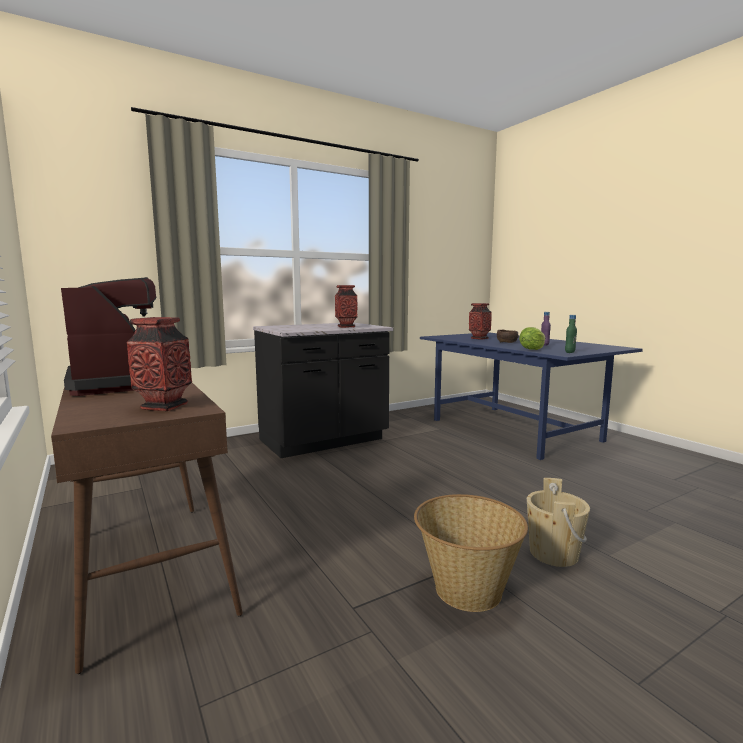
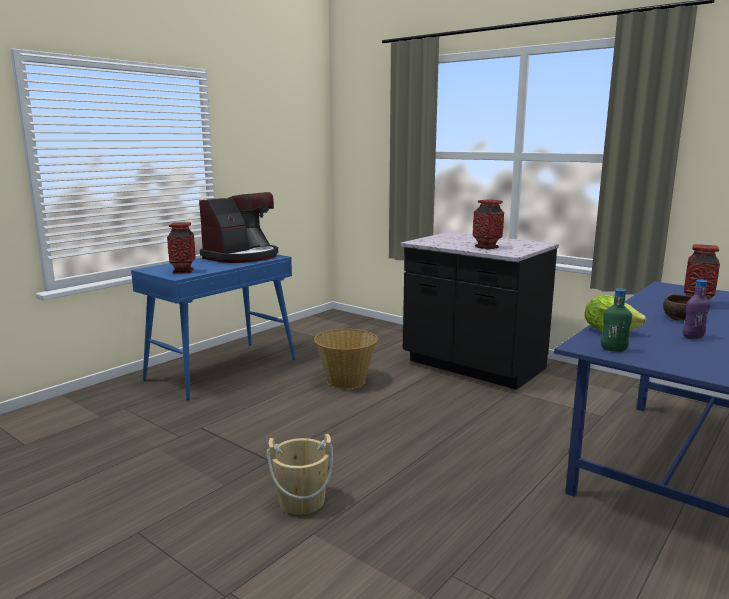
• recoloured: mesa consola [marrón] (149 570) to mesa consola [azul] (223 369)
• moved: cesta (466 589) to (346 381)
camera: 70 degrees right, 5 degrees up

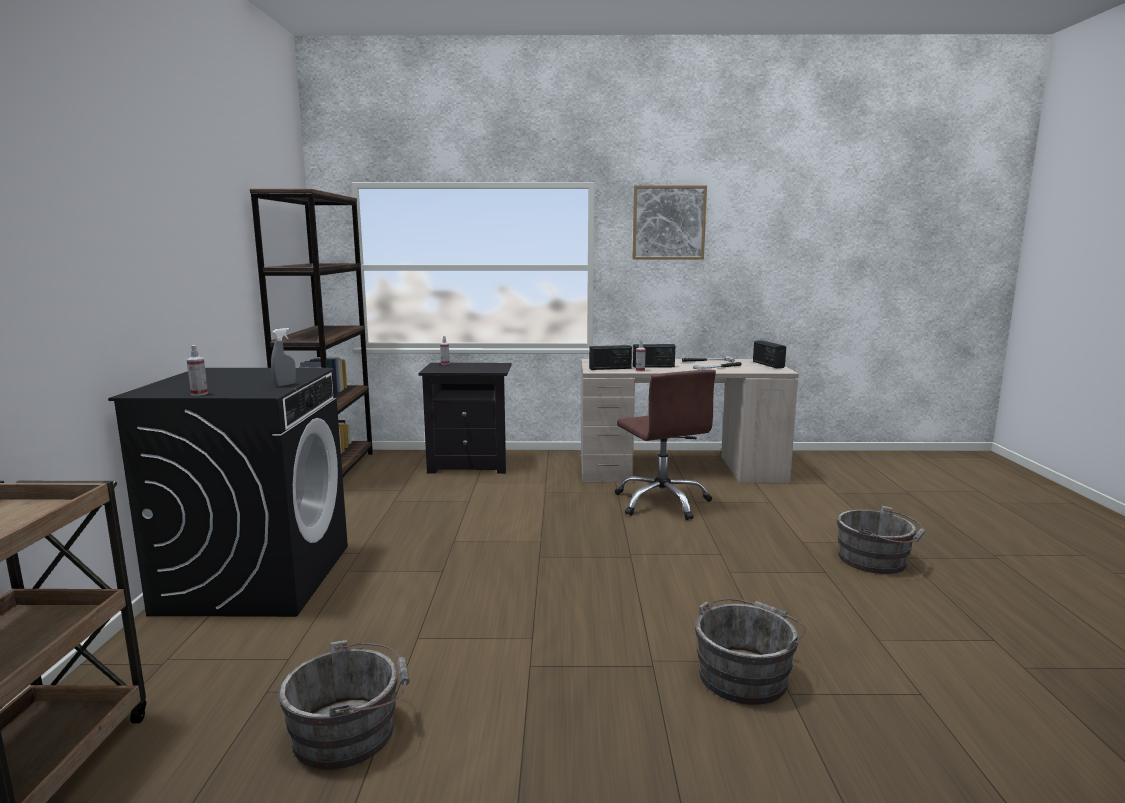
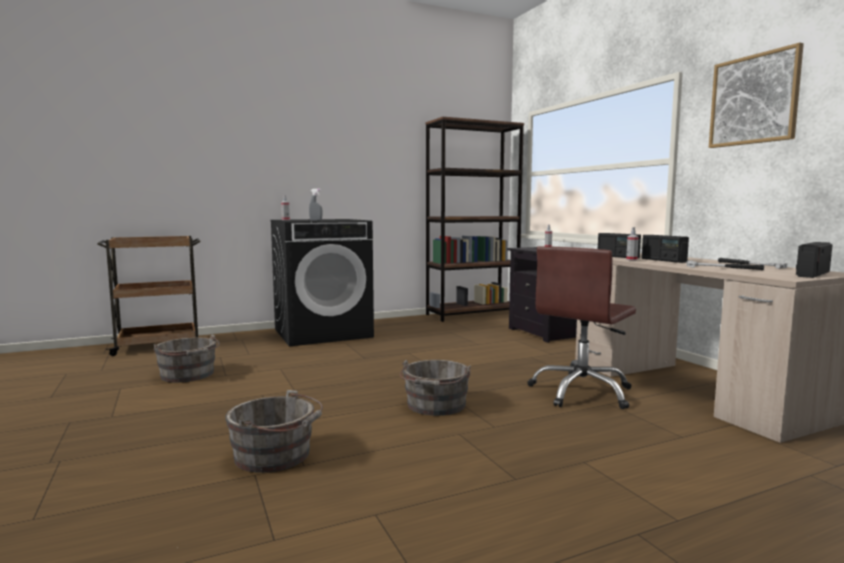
• moved: cubo [gris] (876 561) to (435 406)
camera: 65 degrees right, 5 degrees down

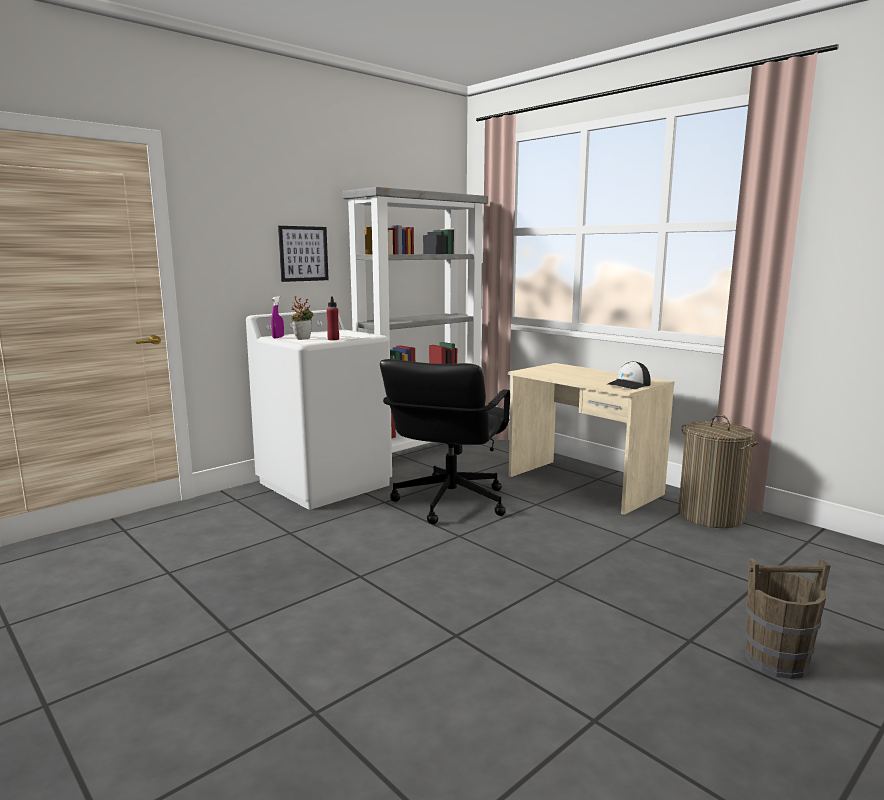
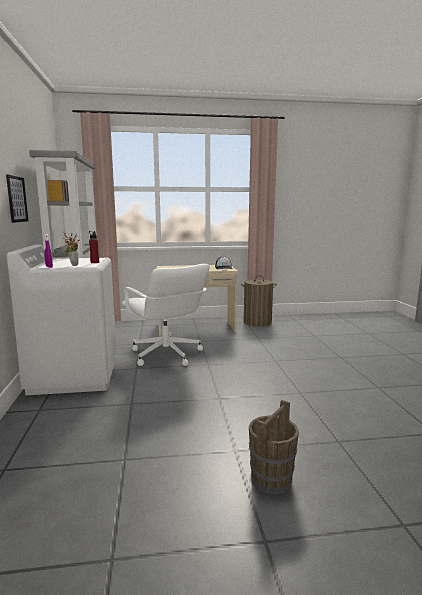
• recoloured: silla de oficina [negro] (449 502) to silla de oficina [blanco] (166 355)
• moved: cubo [marrón] (777 660) to (271 479)
camera: 55 degrees left, 0 degrees up

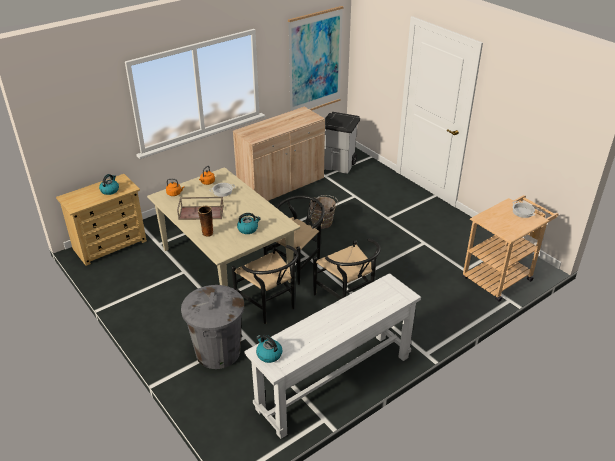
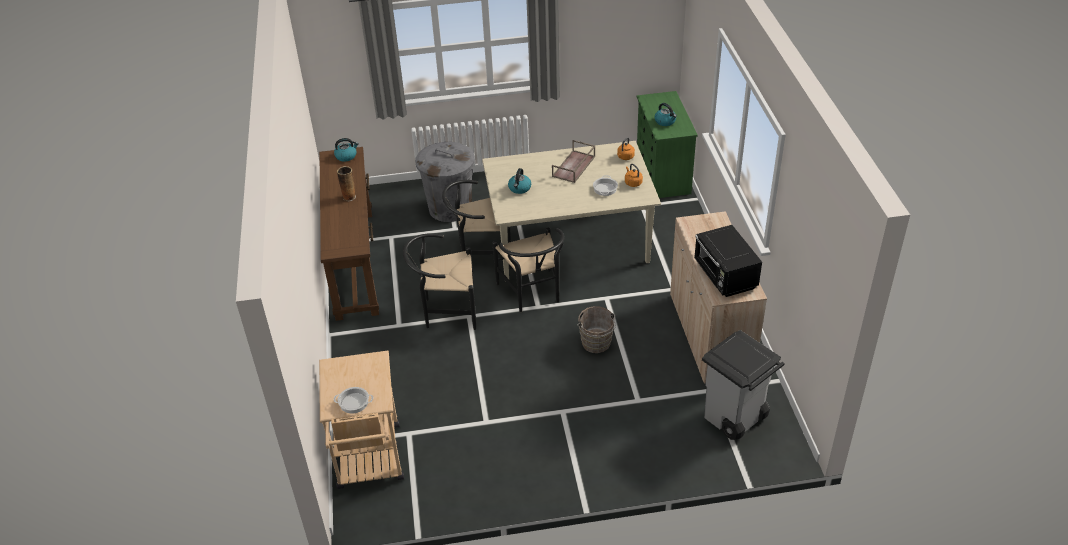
• removed: cuadro (315 62)
• recoloured: cómoda [beis] (110 244) to cómoda [verde] (663 175)
• moved: florero (207 233) to (349 197)
• recoloured: mesa consola [blanco] (334 382) to mesa consola [marrón] (355 263)
• added: microondas [negro] (725 276)
camera: 120 degrees right, 5 degrees up

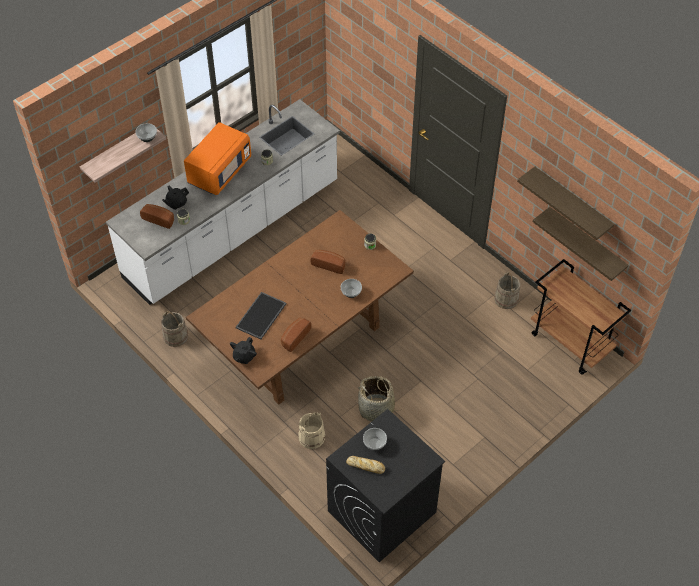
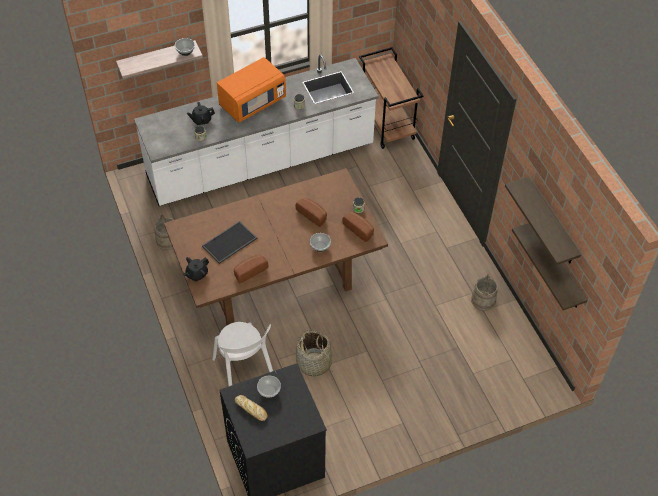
• moved: pan (159 219) to (359 229)
• moved: carrito [marrón] (571 343) to (387 125)
• replaced: cubo [beis] (312 437) to silla [blanco] (244 369)
camera: 20 degrees right, 0 degrees up

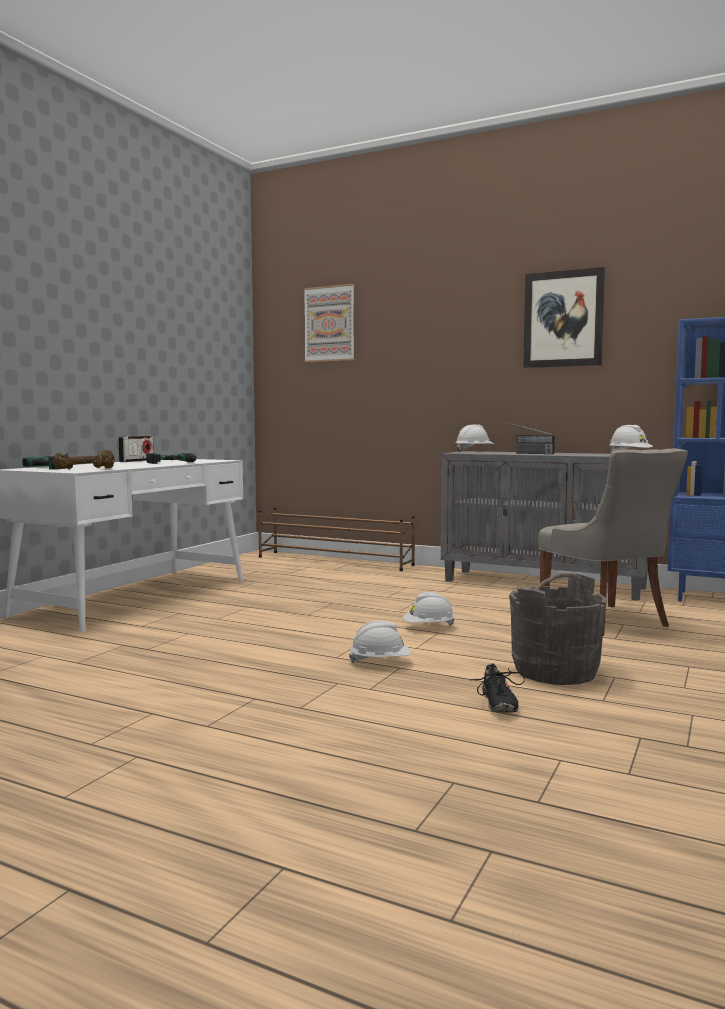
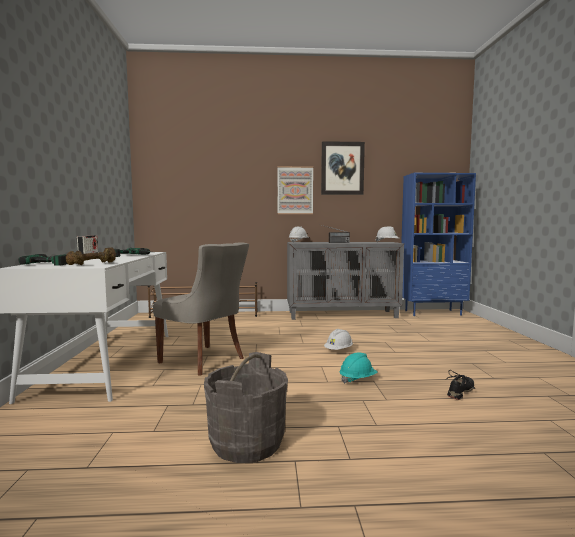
• moved: cuadro (329 324) to (295 190)
• moved: silla [gris] (606 621) to (204 360)
• moved: cubo [gris] (555 671) to (246 442)
• recoloured: casco [blanco] (380 662) to casco [turquesa] (357 379)
• turned: zapato [negro] (497 704) = (461 392) 105 degrees counterclockwise
camera: 30 degrees left, 0 degrees up

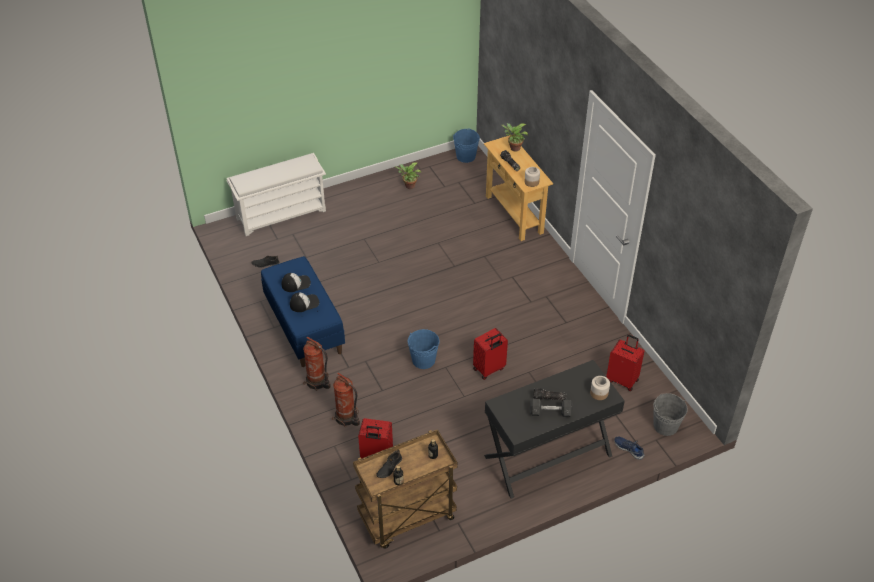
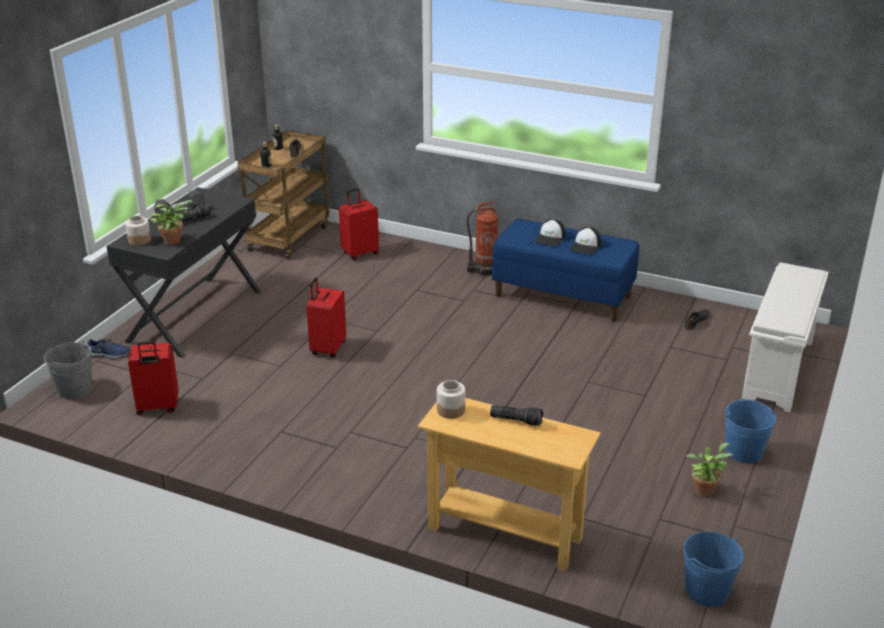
• moved: planta en maceta (513 148) to (174 240)
• moved: cubo [azul] (423 360) to (744 452)
• removed: extintor (346 418)
camera: 140 degrees right, 15 degrees down

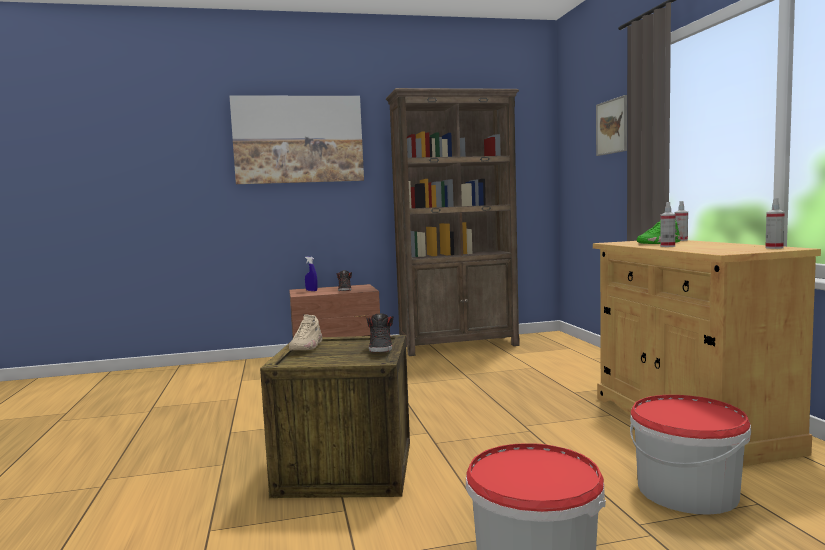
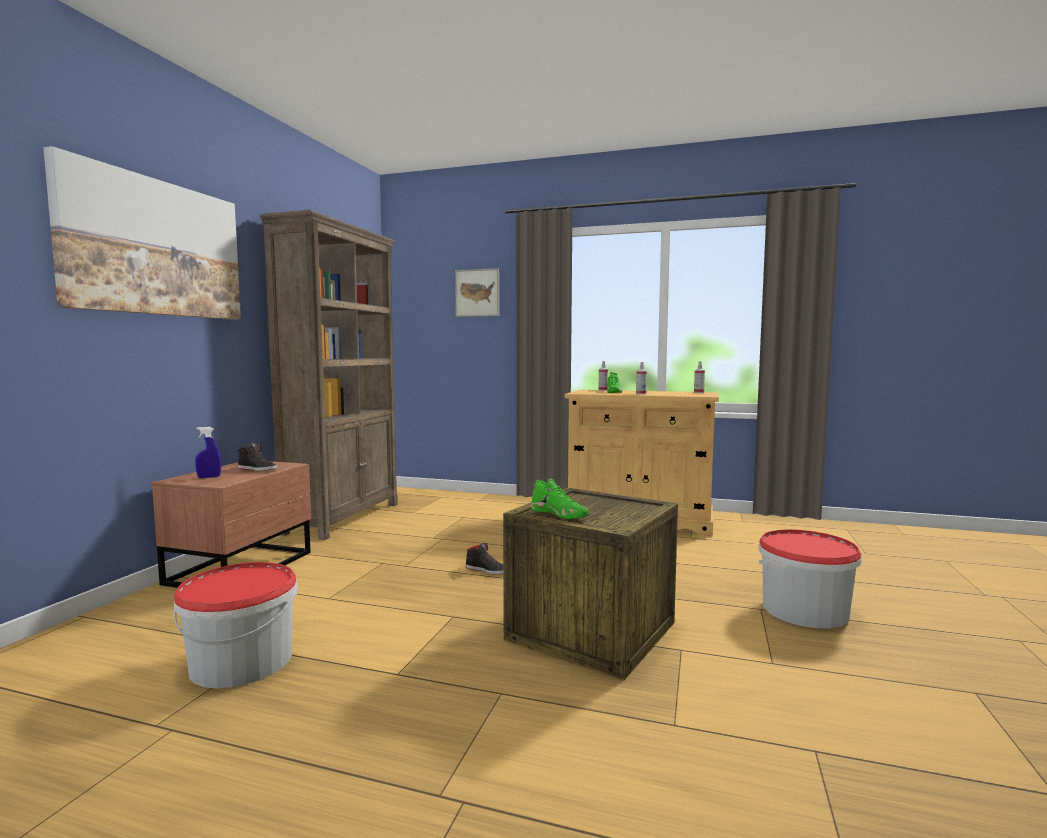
• moved: zapato [negro] (381 348) to (487 570)
• recoloured: zapato [beis] (307 346) to zapato [verde] (559 514)
• moved: cubo (687 490) to (241 661)
camera: 60 degrees left, 0 degrees up

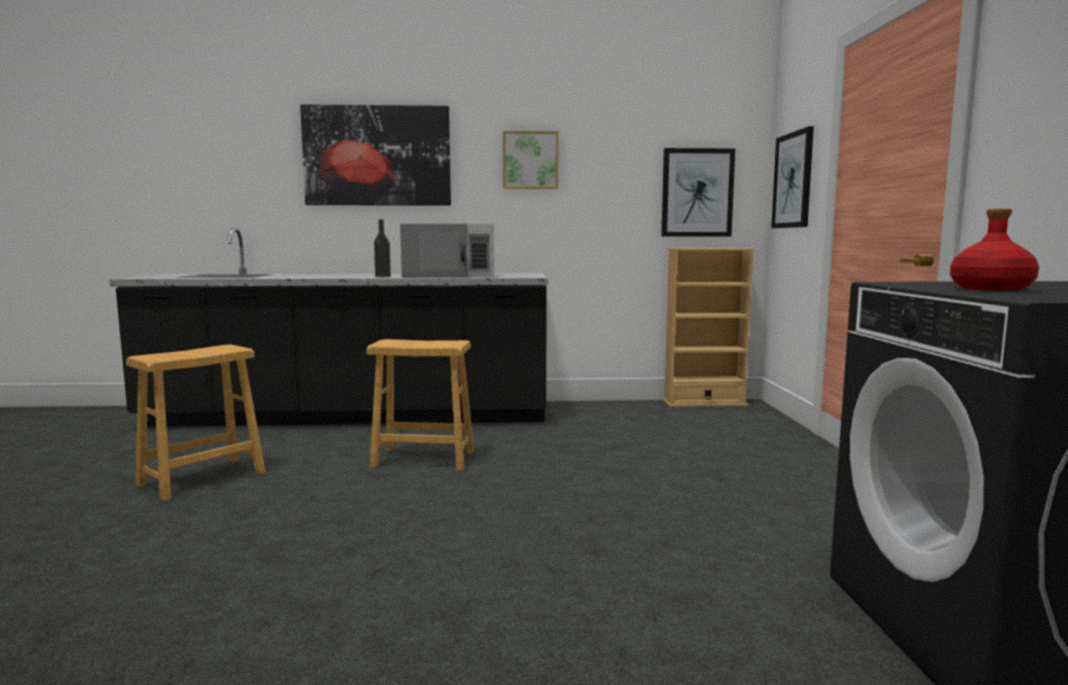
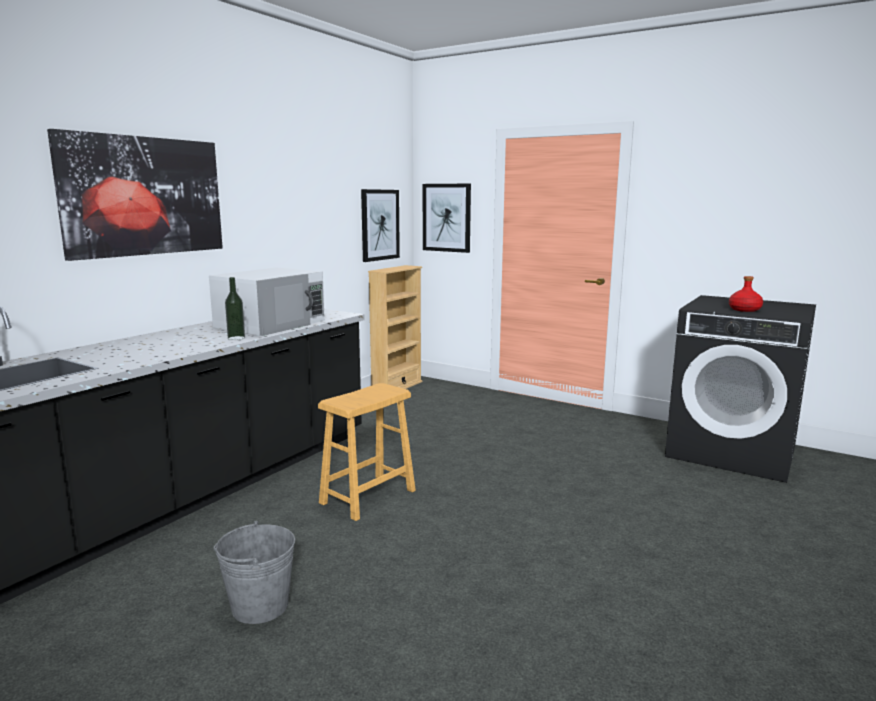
• removed: cuadro (530 160)
• replaced: taburete [marrón] (202 478) to cubo [gris] (260 606)
camera: 55 degrees left, 5 degrees up

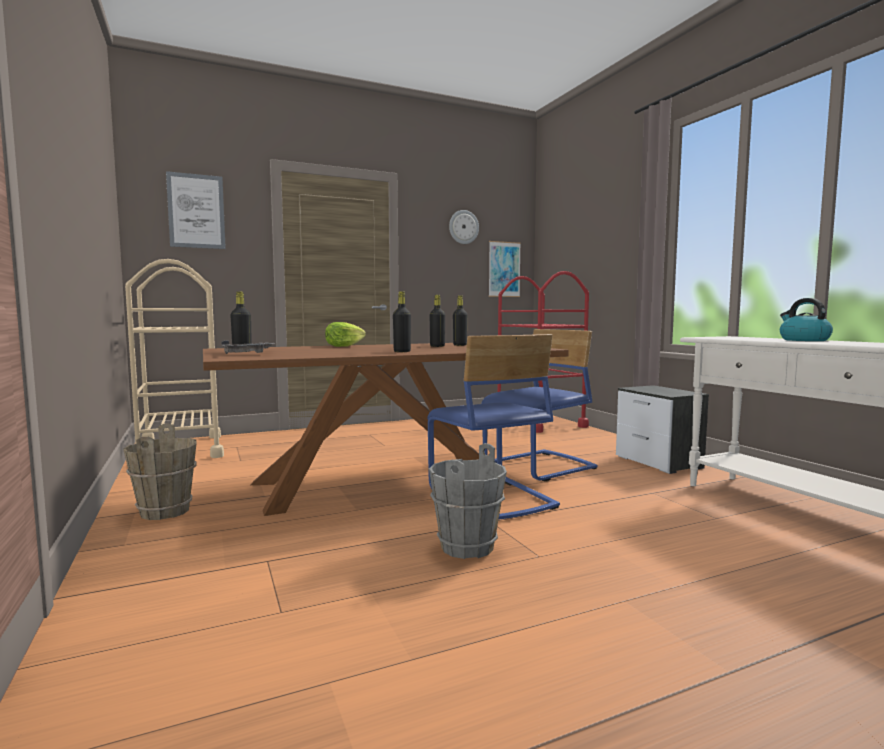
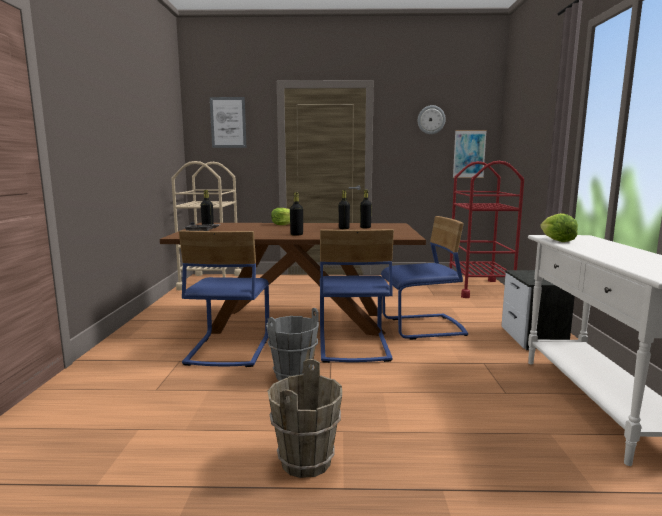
• removed: hervidor (803 340)
• moved: cubo [marrón] (165 511) to (306 461)
• added: lechuga (556 240)
• added: silla [azul] (228 349)
camera: 25 degrees right, 5 degrees up

